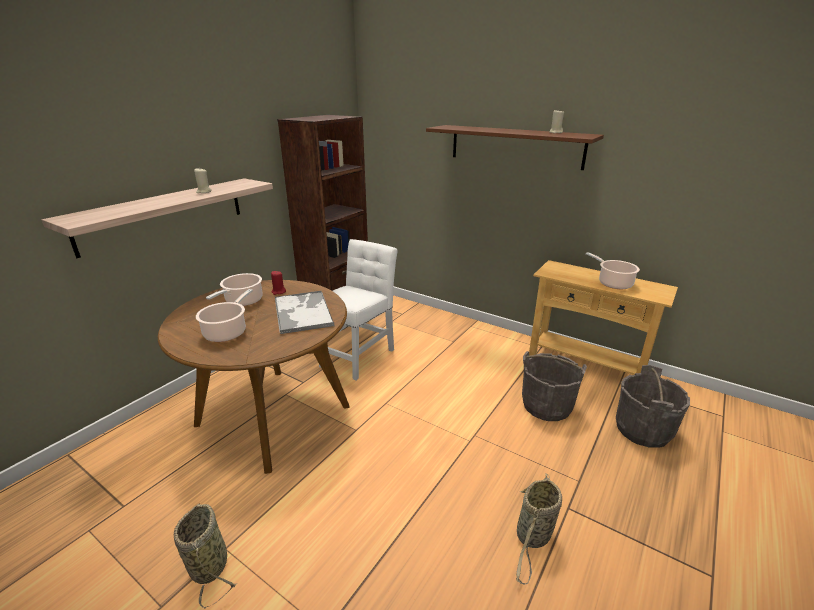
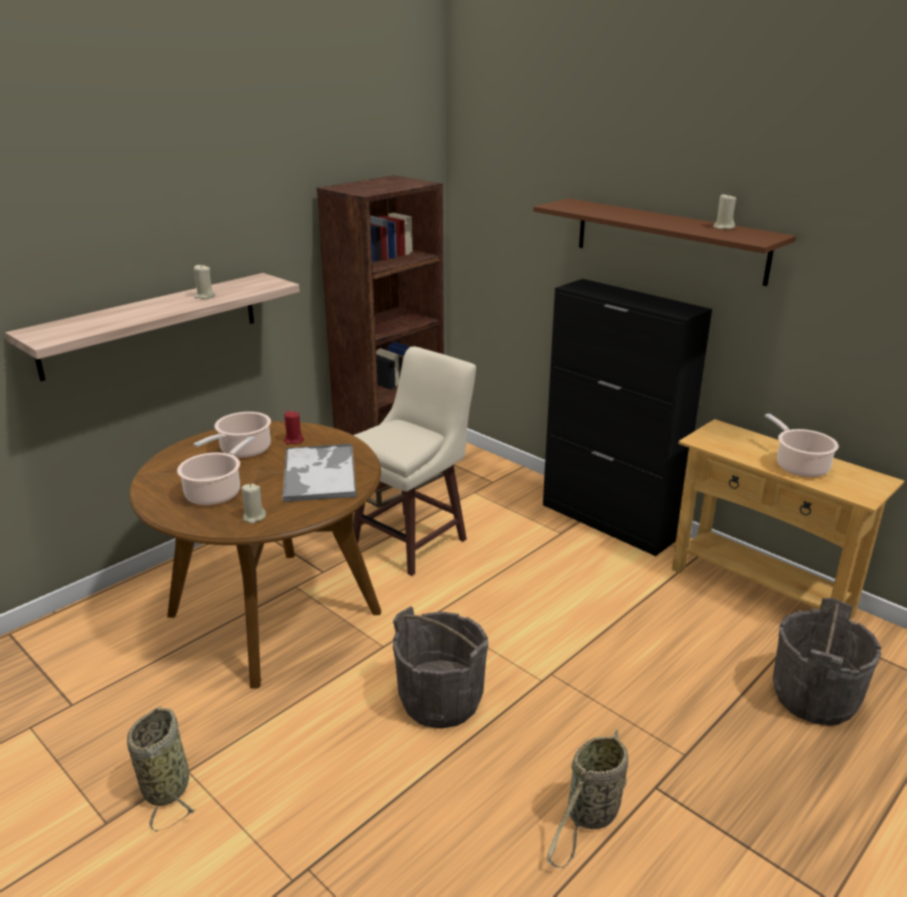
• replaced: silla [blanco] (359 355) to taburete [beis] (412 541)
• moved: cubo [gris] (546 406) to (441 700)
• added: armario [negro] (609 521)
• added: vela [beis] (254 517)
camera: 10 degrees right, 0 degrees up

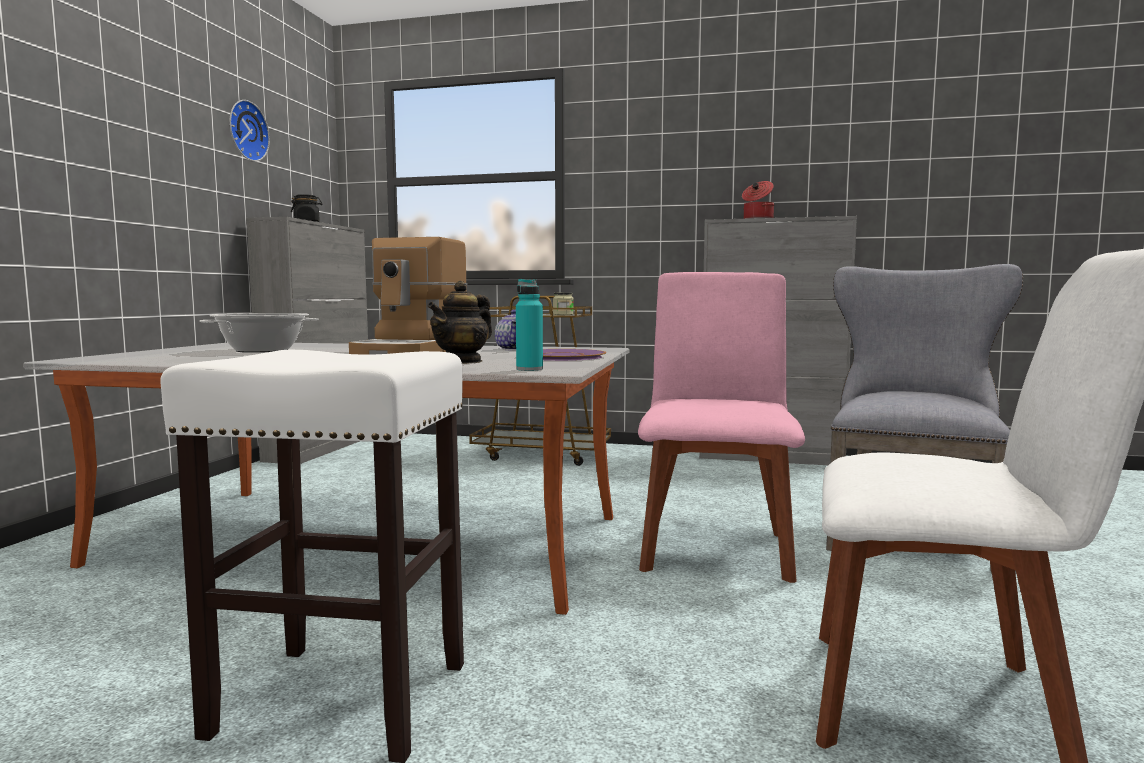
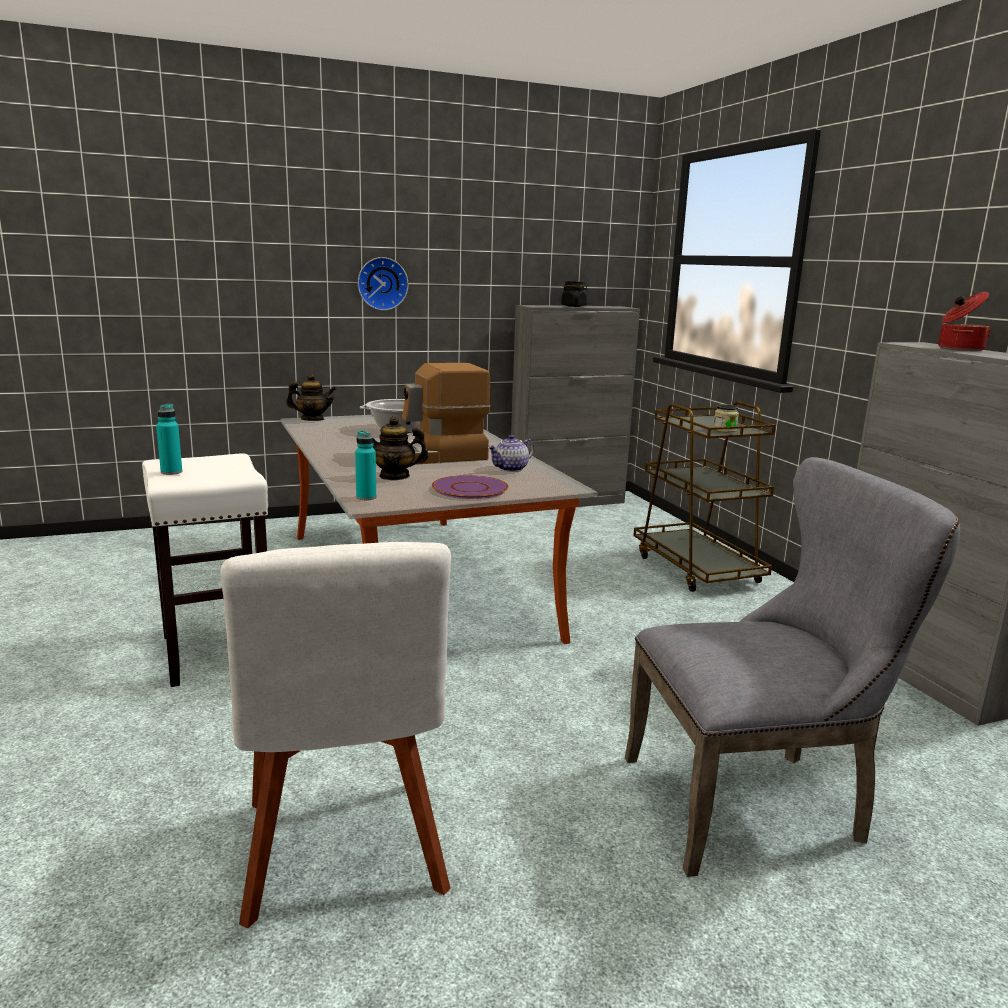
• moved: reloj de pared (245 131) to (382 283)
• removed: silla [rosa] (715 548)
• added: tetera (312 419)
• added: botella [turquesa] (171 472)
camera: 55 degrees right, 10 degrees up

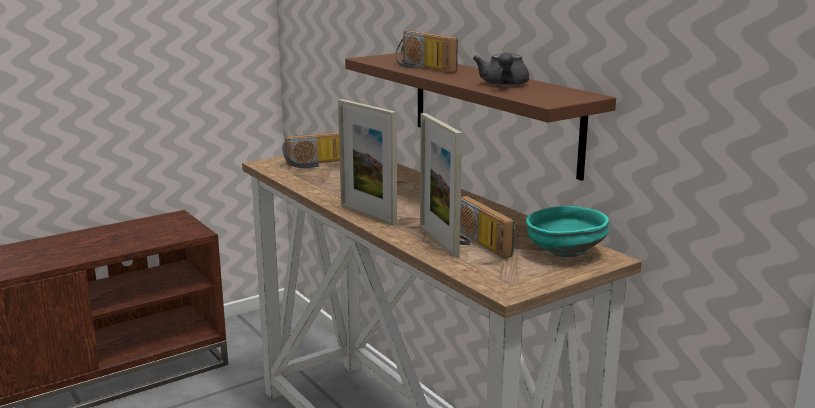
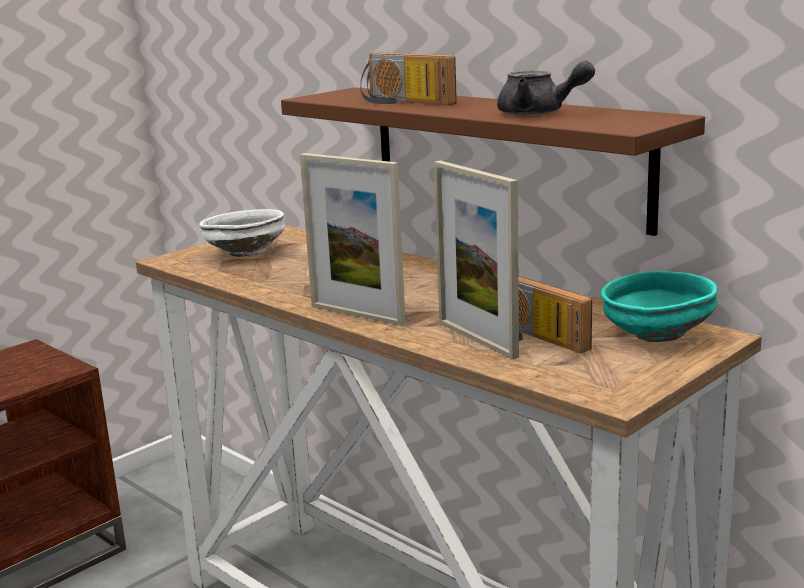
• turned: tetera [gris] (503 85) = (539 113) 60 degrees counterclockwise
• replaced: radio (317 164) to cuenco [blanco] (245 253)
camera: 10 degrees left, 0 degrees up

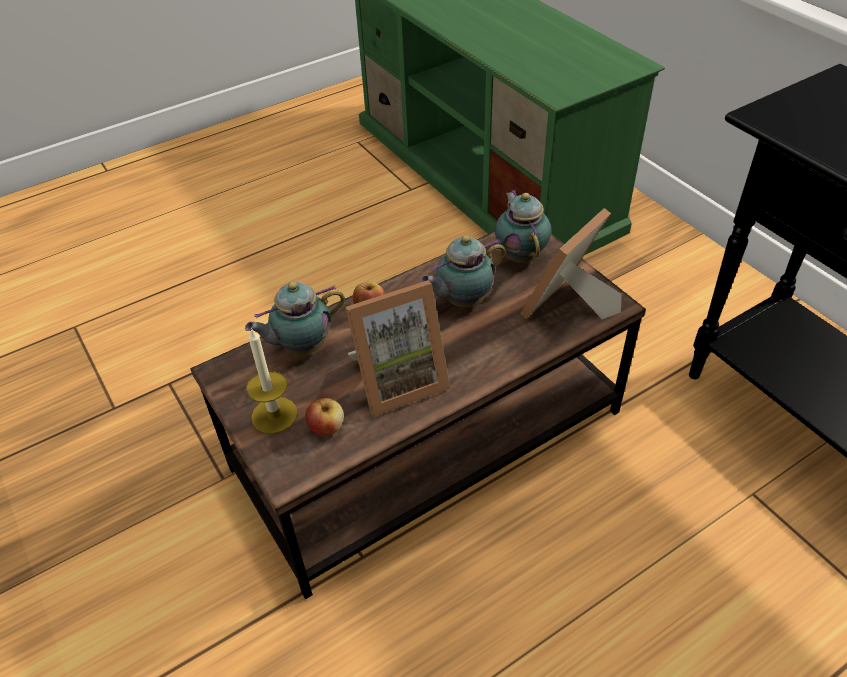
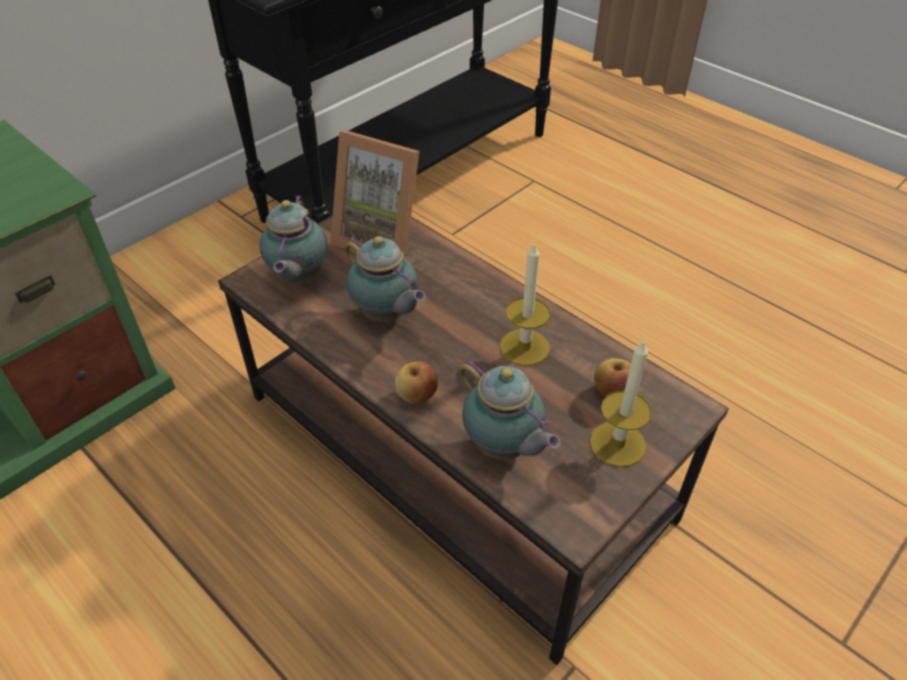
• turned: tetera (520 255) = (298 279) 60 degrees counterclockwise
• replaced: portarretratos (398 380) to vela (524 347)
camera: 105 degrees left, 0 degrees up

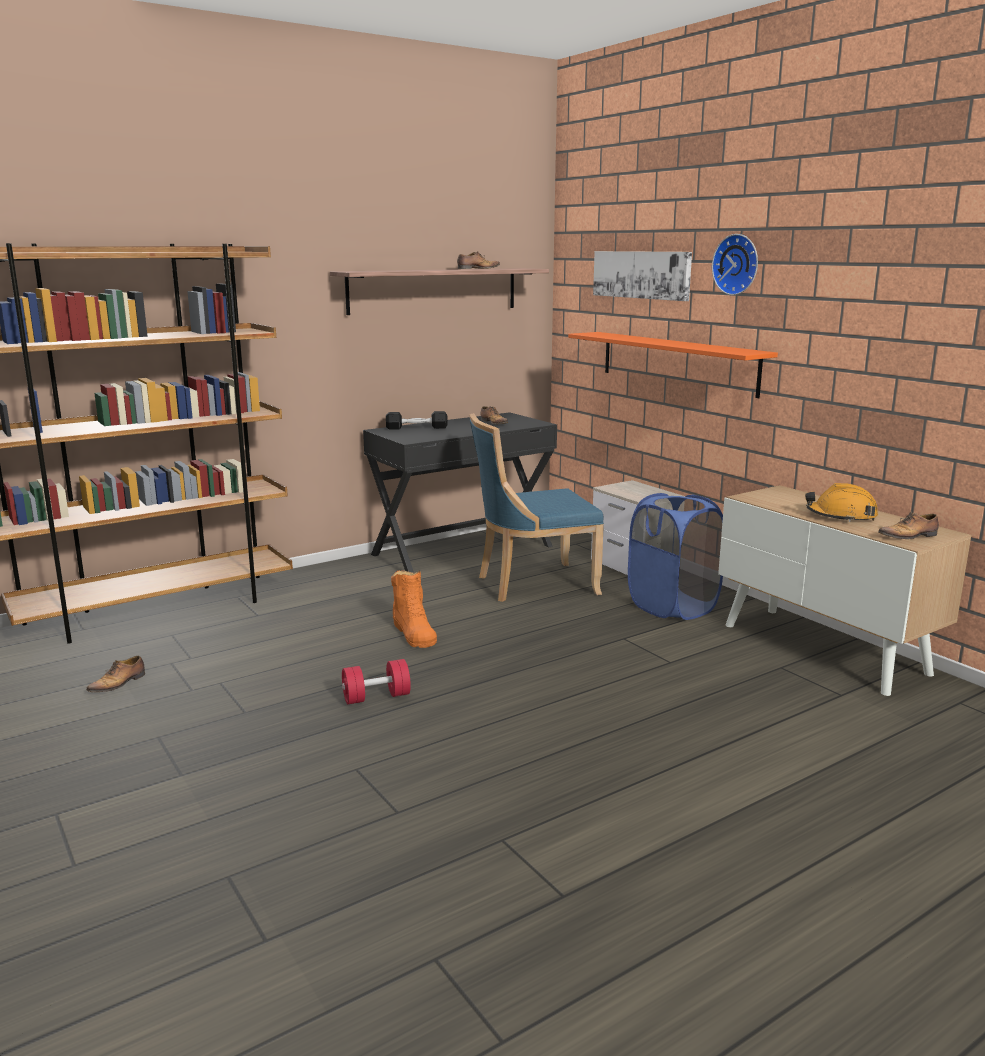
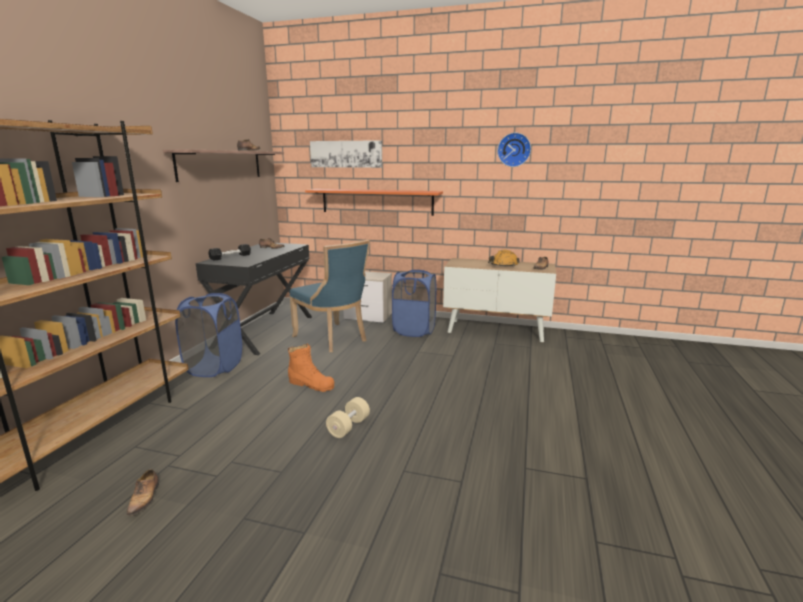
• moved: reloj de pared (737 264) to (514 150)
• turned: silla [azul] (532 584) = (333 339) 75 degrees counterclockwise
• recoloured: mancuerna [rojo] (376 697) to mancuerna [beis] (348 427)
• added: cesto de la ropa [azul] (214 367)
camera: 40 degrees left, 0 degrees up

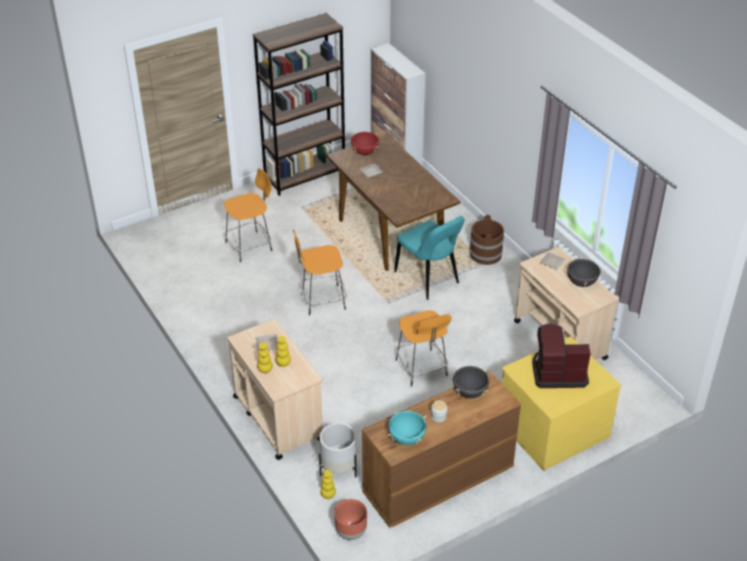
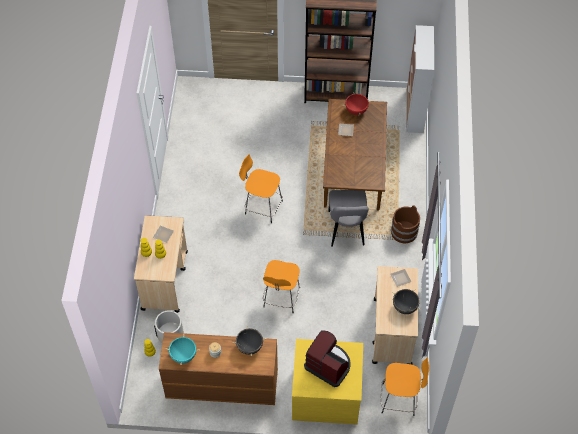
• moved: taburete [naranja] (250 246) to (400 399)
• recoloured: silla [turquesa] (428 279) to silla [gris] (346 230)
• removed: maceta [marrón] (351 532)
camera: 35 degrees right, 15 degrees up

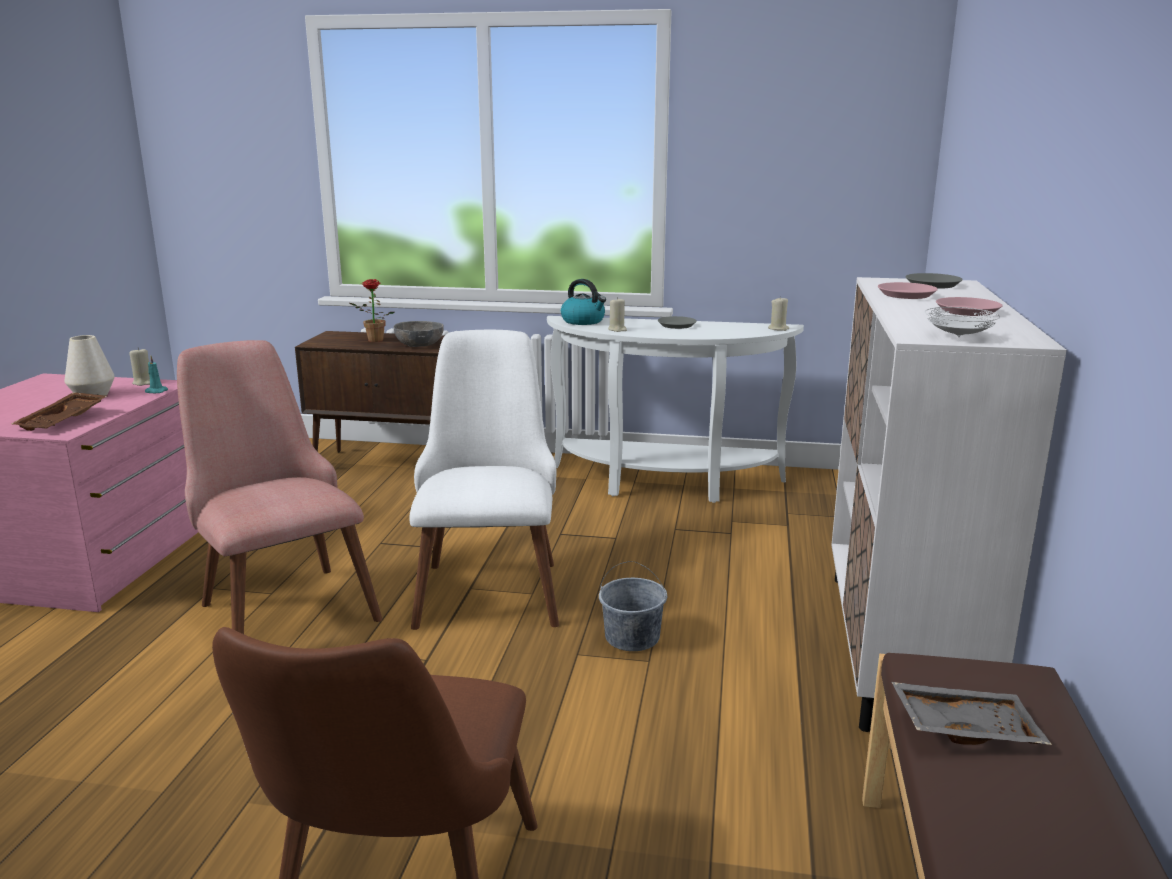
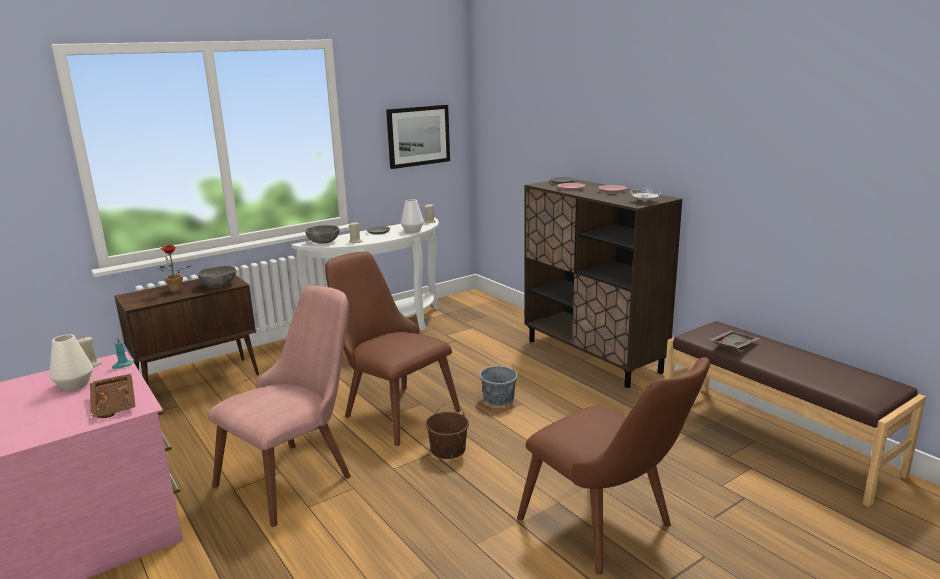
• recoloured: armario [blanco] (899 649) to armario [marrón] (593 356)
• replaced: hervidor (583 321) to cuenco [gris] (323 242)
• recoloured: silla [blanco] (489 583) to silla [marrón] (391 409)
• turned: silla [rosa] (279 603) = (297 473) 120 degrees clockwise
• added: cuadro (418 136)
• added: florero [blanco] (412 230)
• added: cubo [marrón] (448 450)
camera: 45 degrees left, 0 degrees up

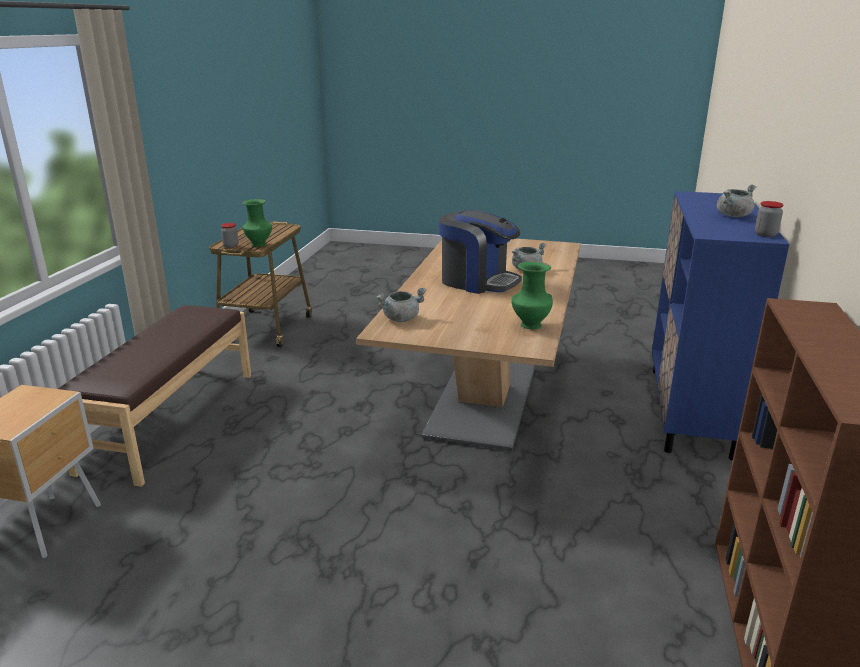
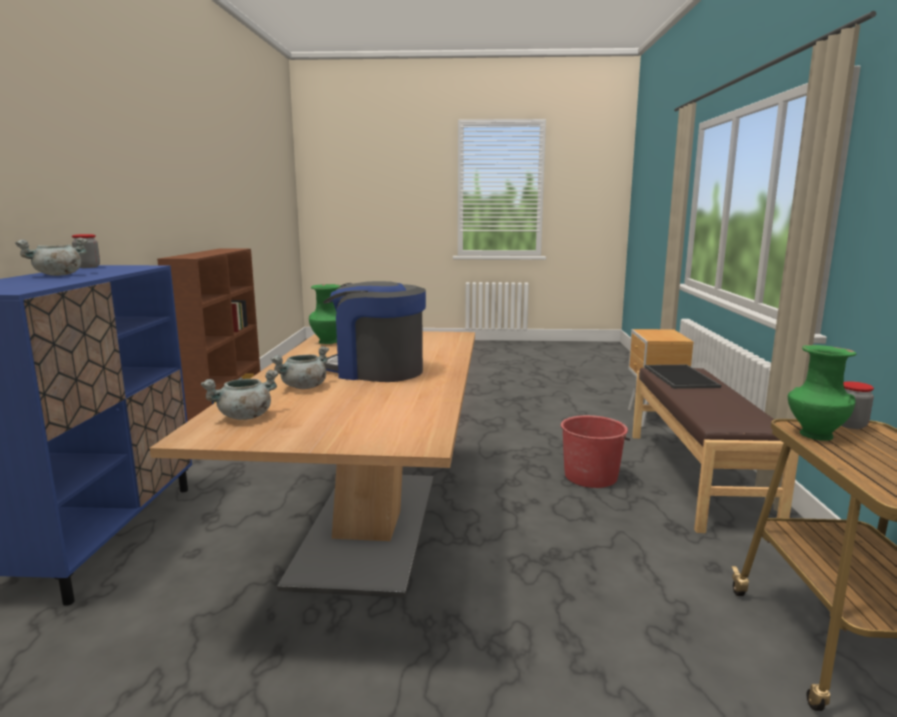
• moved: olla [gris] (401 319) to (245 417)
• added: bandeja (678 377)
• added: cubo [rojo] (591 476)
camera: 170 degrees right, 10 degrees down

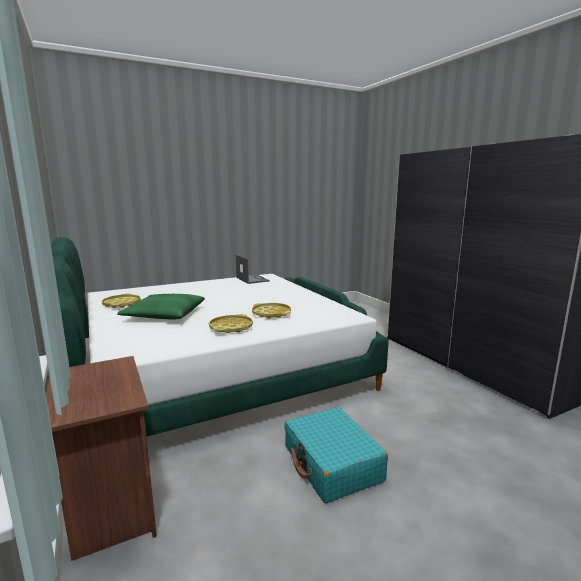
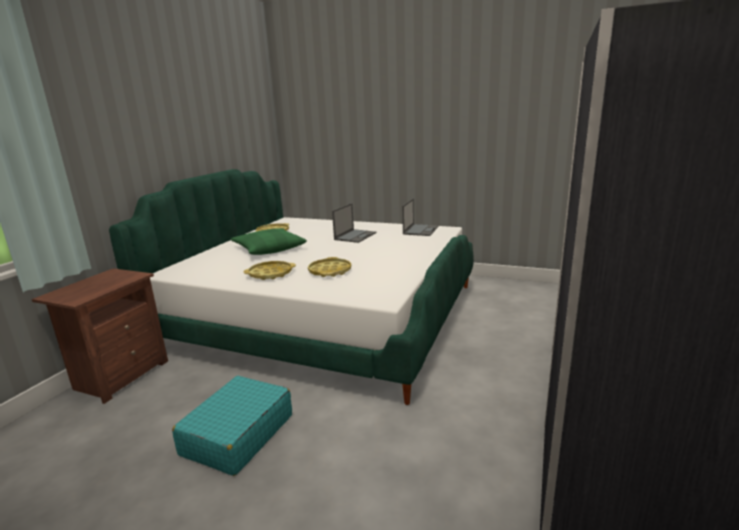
• added: portátil (355 236)
camera: 50 degrees right, 5 degrees up

